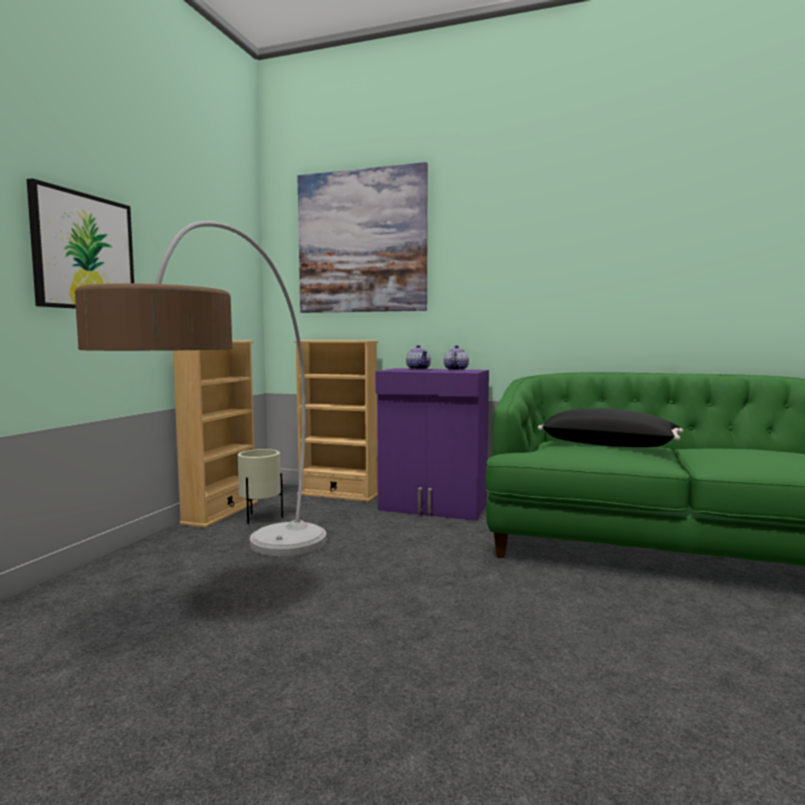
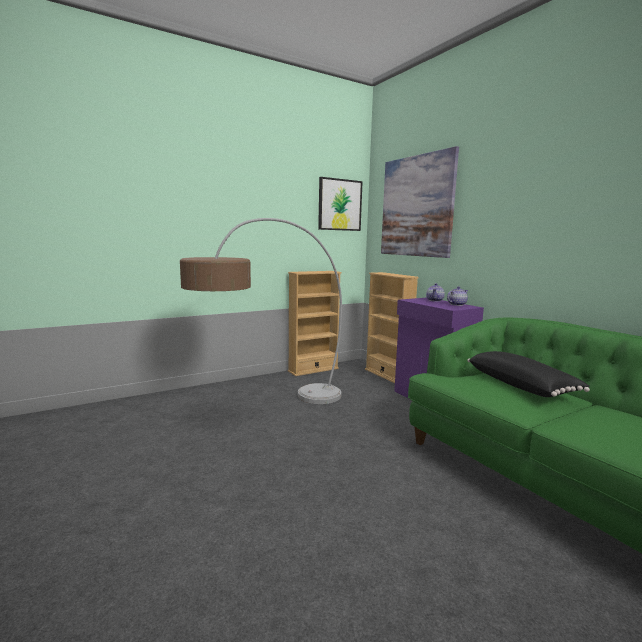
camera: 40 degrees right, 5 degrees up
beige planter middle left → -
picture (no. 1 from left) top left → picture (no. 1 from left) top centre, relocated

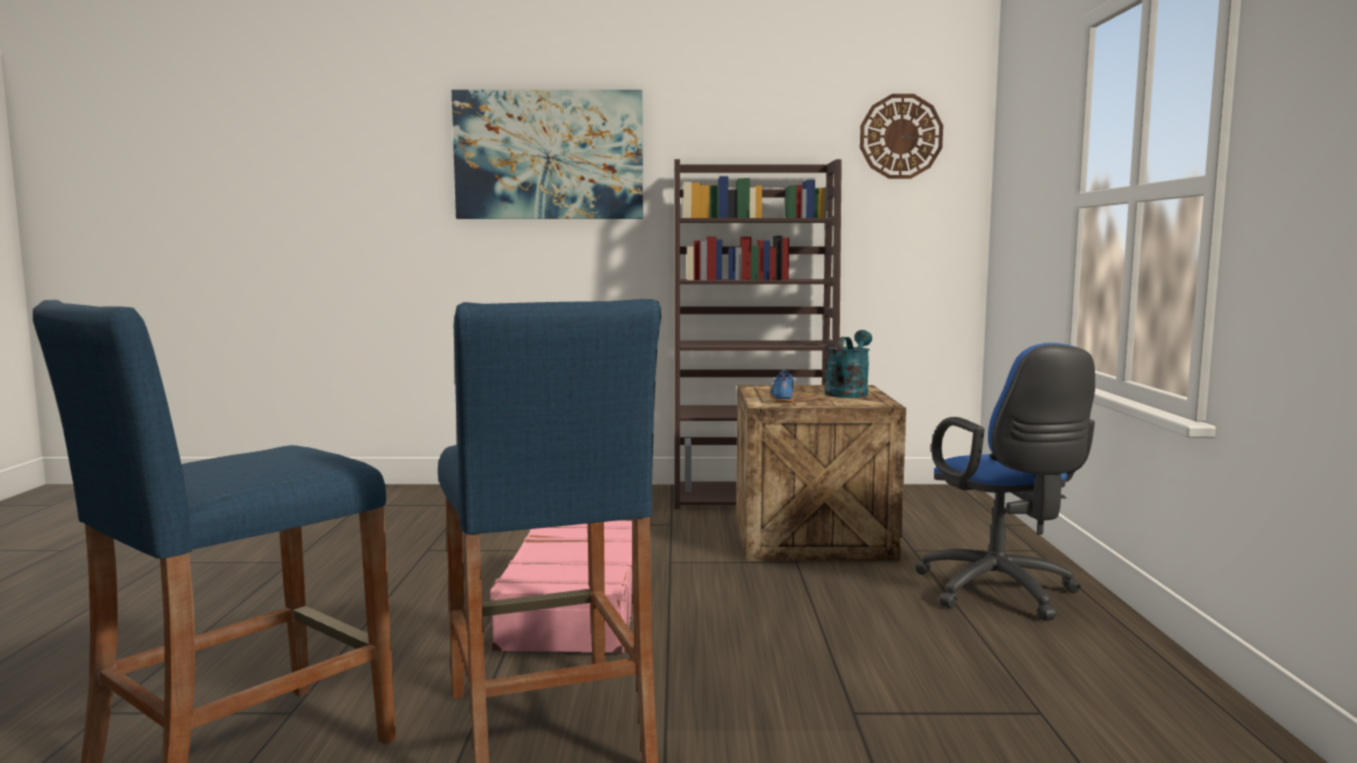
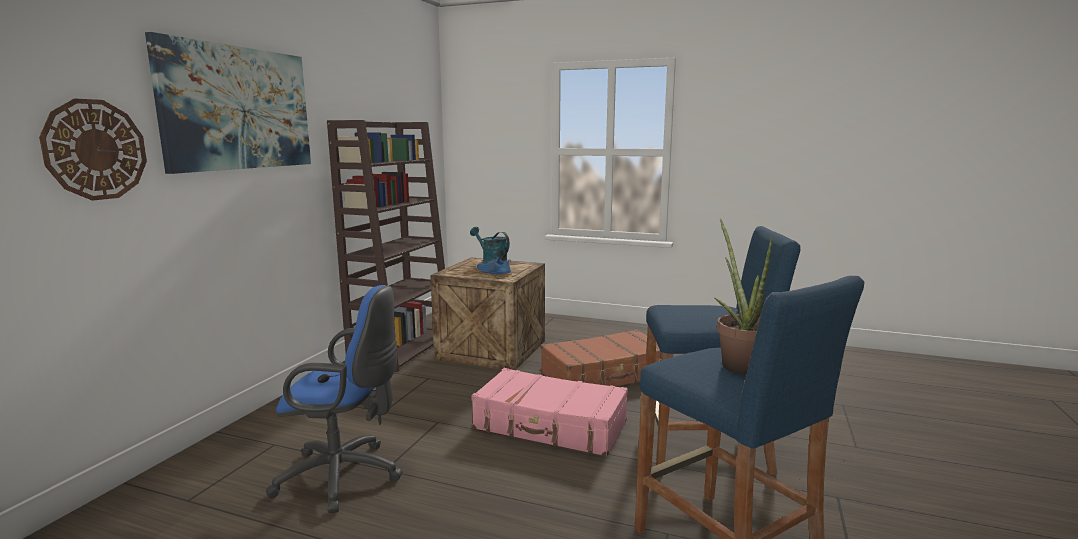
camera: 70 degrees left, 5 degrees up
- → brown suitcase centre
- → potted plant middle right
wall clock top centre → wall clock top left, relocated
blue office chair middle right → blue office chair bottom left, relocated

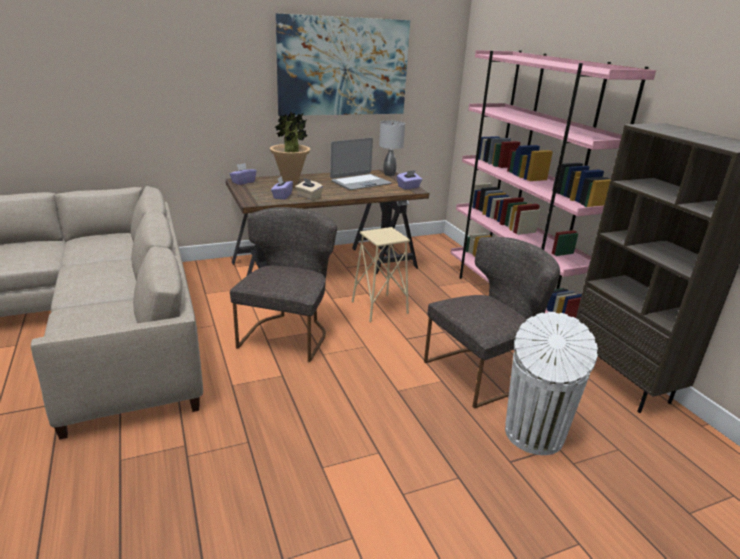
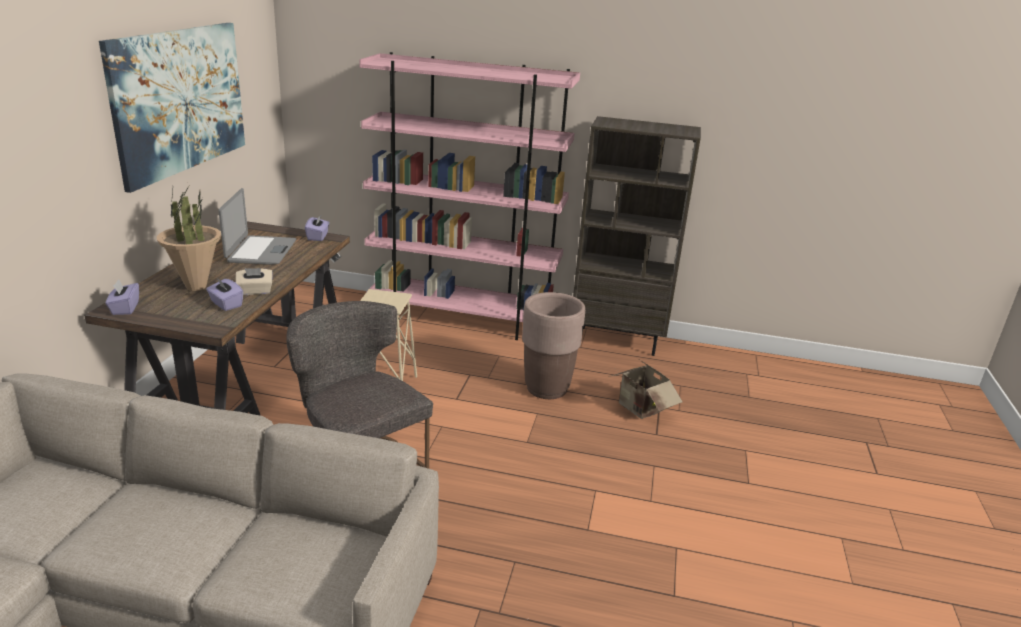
camera: 55 degrees left, 0 degrees up
grey table lamp top centre → -
grey chair (no. 2 from left) centre → brown planter centre
white trash can bottom right → cardboard box centre

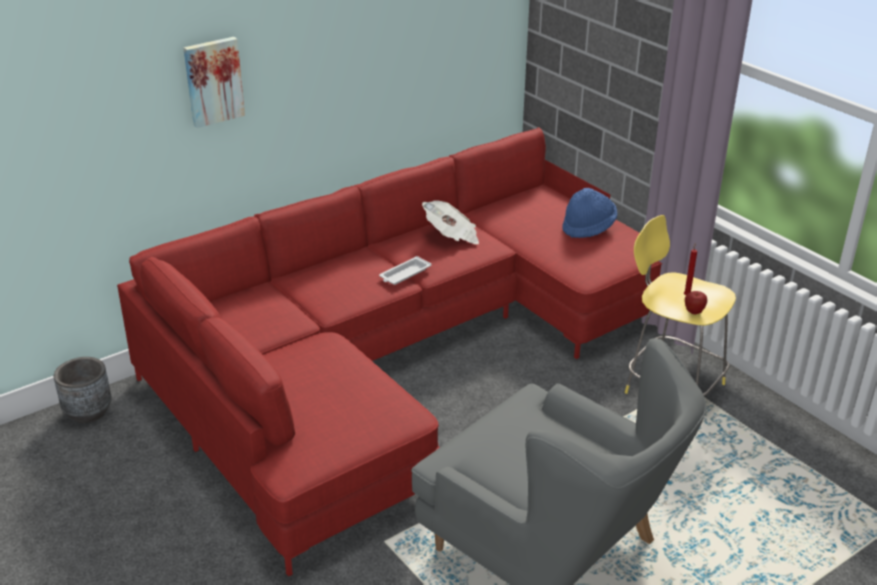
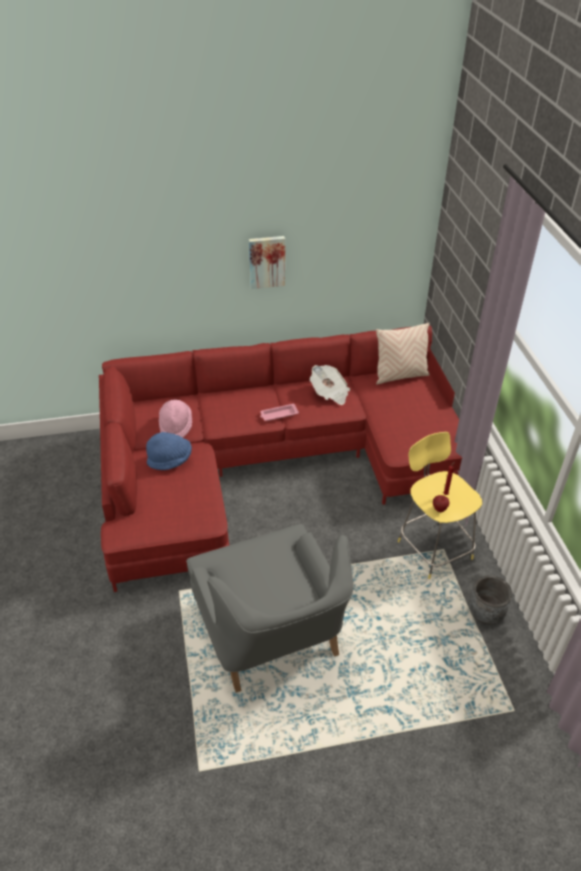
camera: 25 degrees right, 10 degrees up
- → pink hat middle left
- → beige pillow middle right
grey planter bottom left → grey planter bottom right, relocated
picture top left → picture top centre, relocated
blue hat middle right → blue hat middle left, relocated
white tray centre → pink tray centre

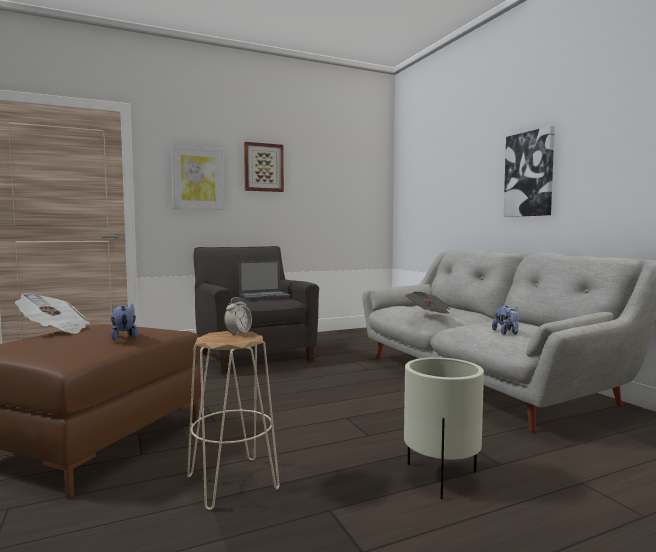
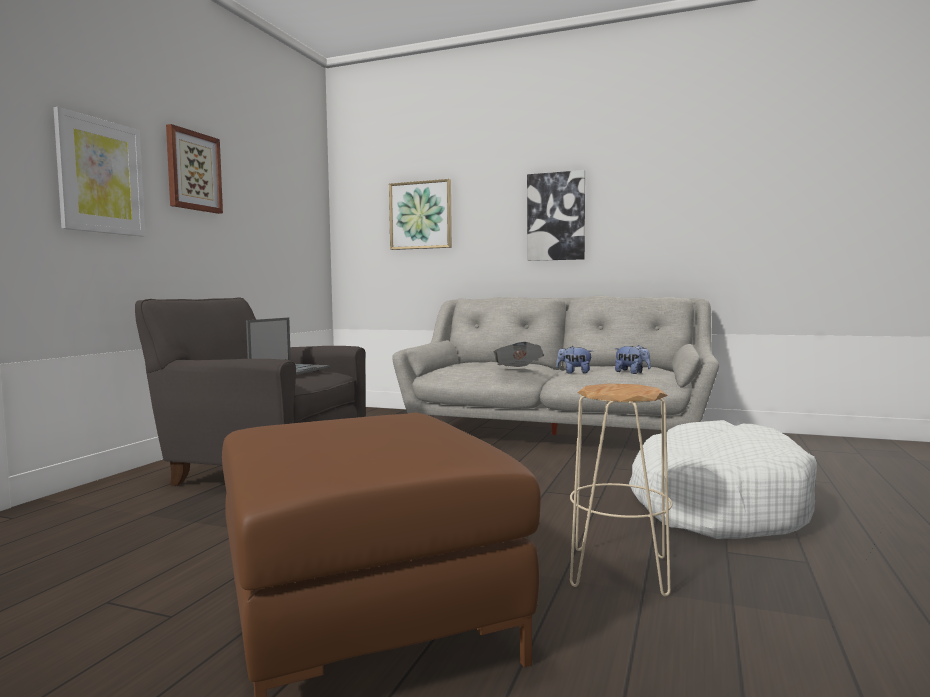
camera: 45 degrees left, 0 degrees up
newspaper (no. 1 from left) middle left → -
alarm clock centre → -
- → picture (no. 3 from left) top centre
plush toy (no. 1 from left) middle left → plush toy (no. 1 from left) centre, relocated
beige planter bottom right → white dog bed bottom right

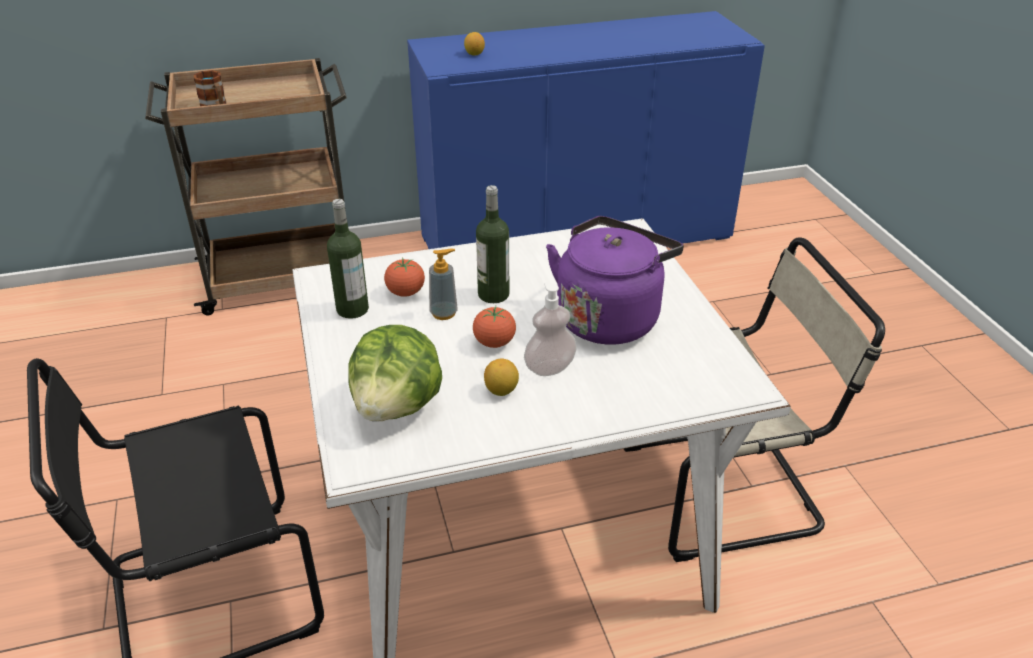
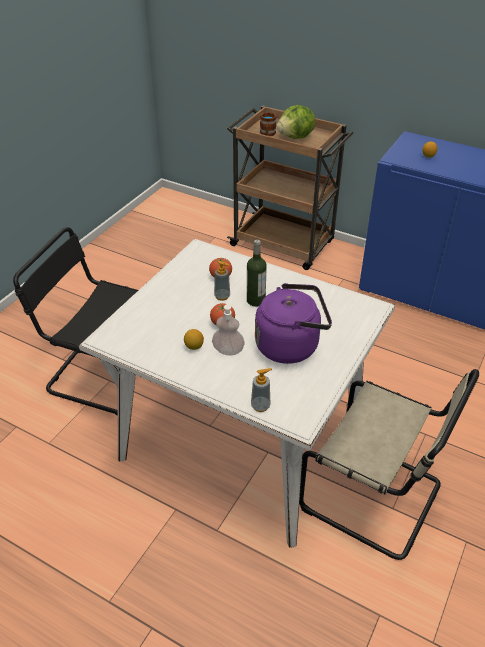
camera: 45 degrees right, 5 degrees up
bottle (no. 1 from left) centre → -
- → soap dispenser (no. 3 from left) centre
lettuce centre → lettuce top centre, relocated

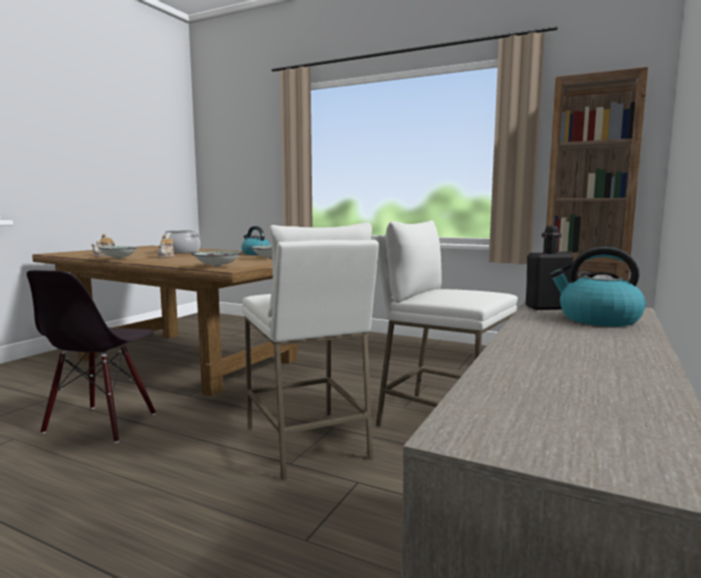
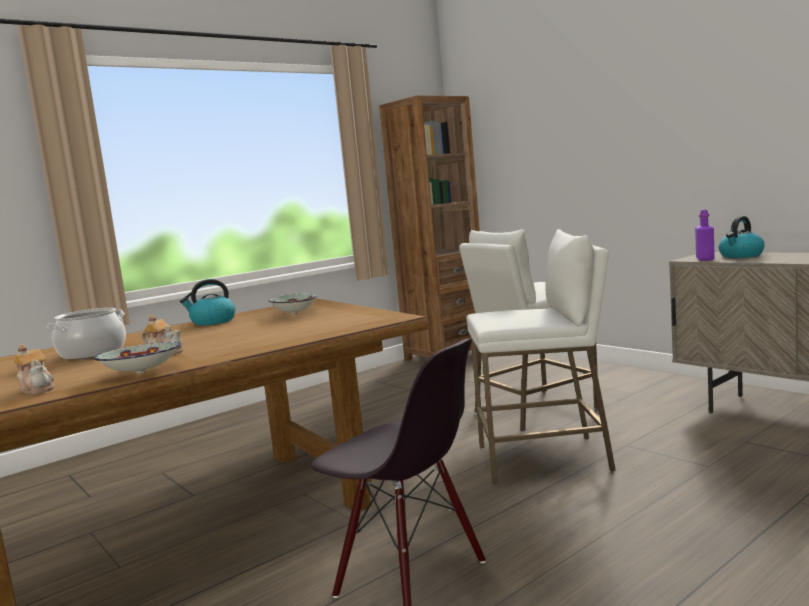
camera: 65 degrees left, 0 degrees up
bowl (no. 2 from left) middle left → -
black bottle middle right → purple bottle middle right

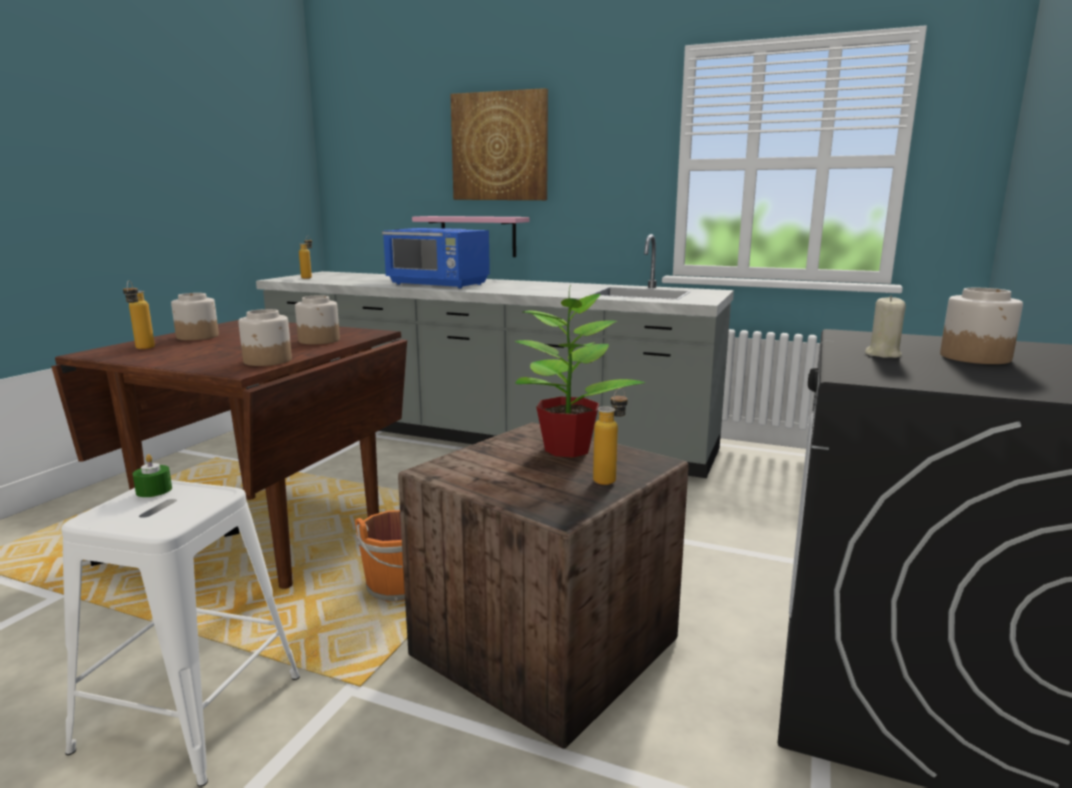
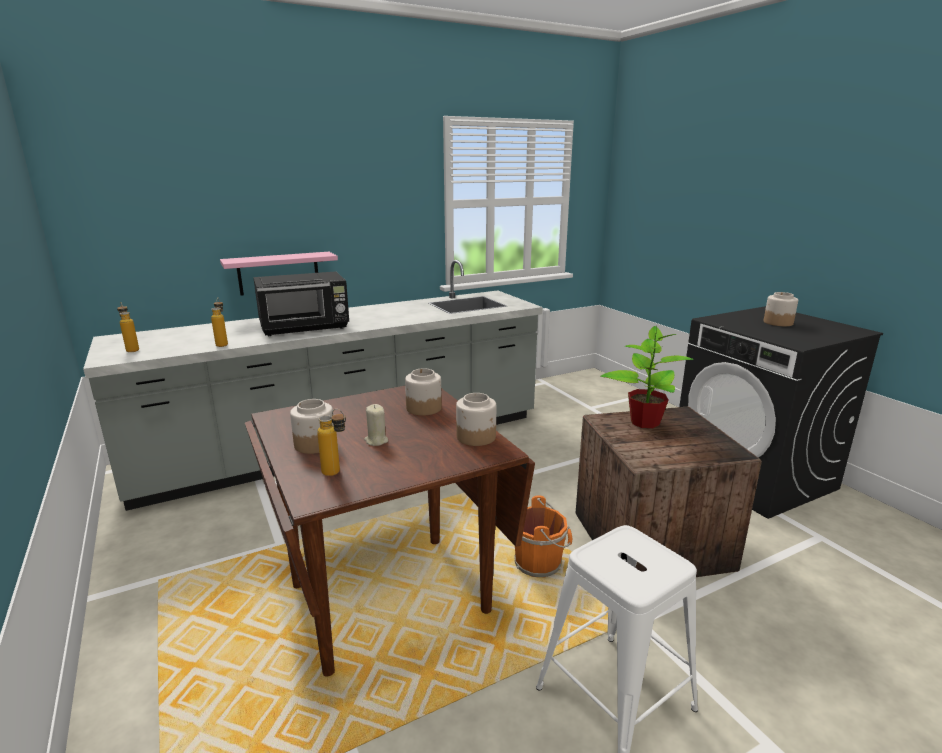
camera: 50 degrees left, 5 degrees up
green candle middle left → -
picture top centre → -
bottle (no. 3 from left in the first image) centre → bottle (no. 2 from left) middle left, relocated
beige candle middle right → beige candle centre, relocated
blue microwave top centre → black microwave middle left

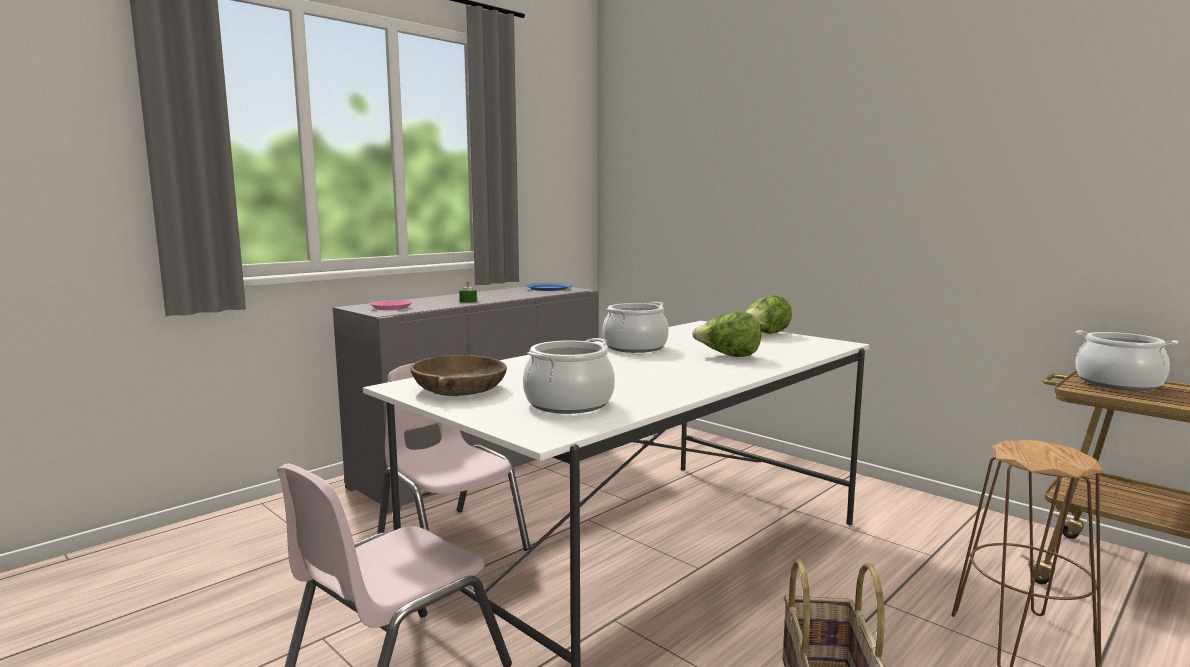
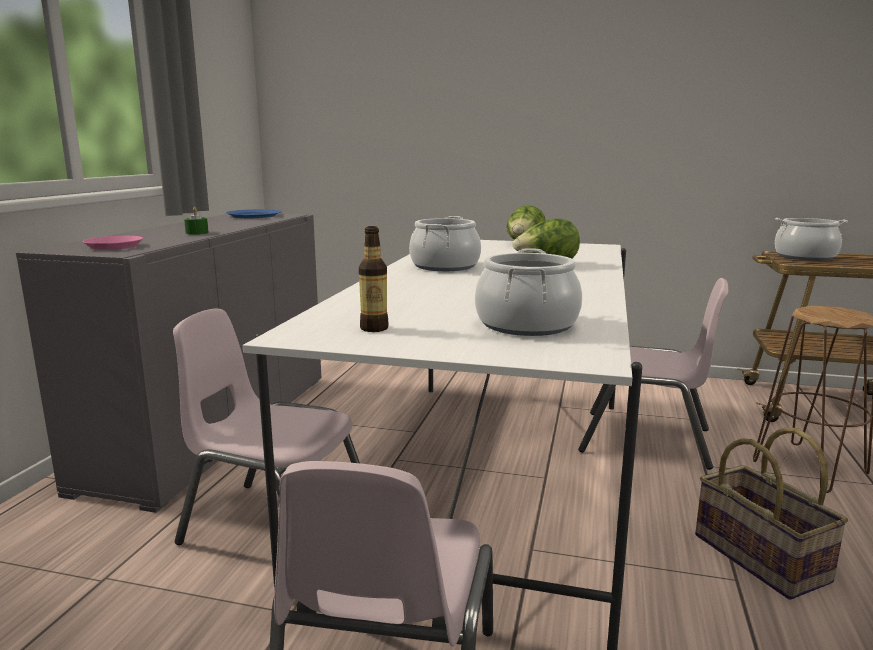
camera: 30 degrees left, 5 degrees up
- → pink chair (no. 3 from left) middle right
brown bowl centre → bottle centre

